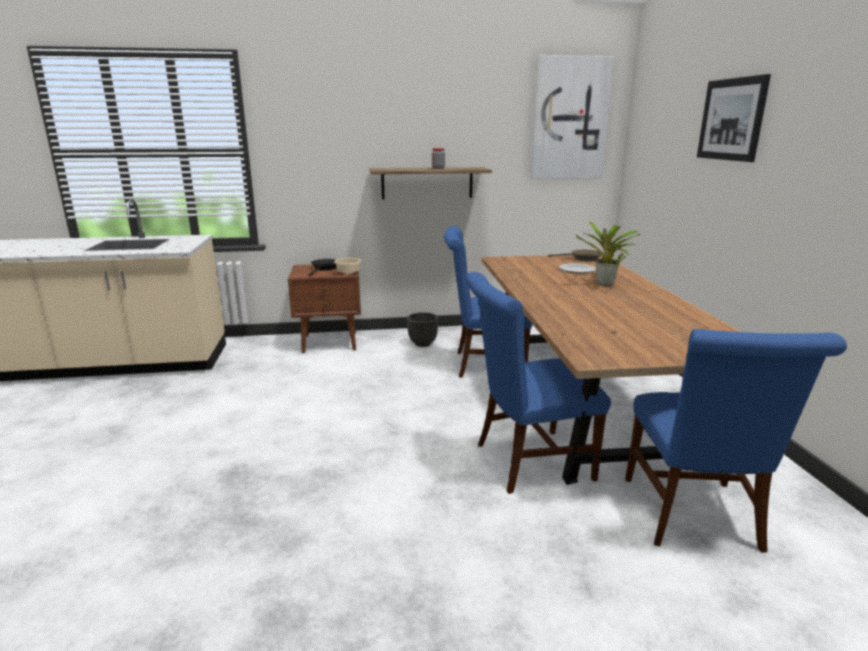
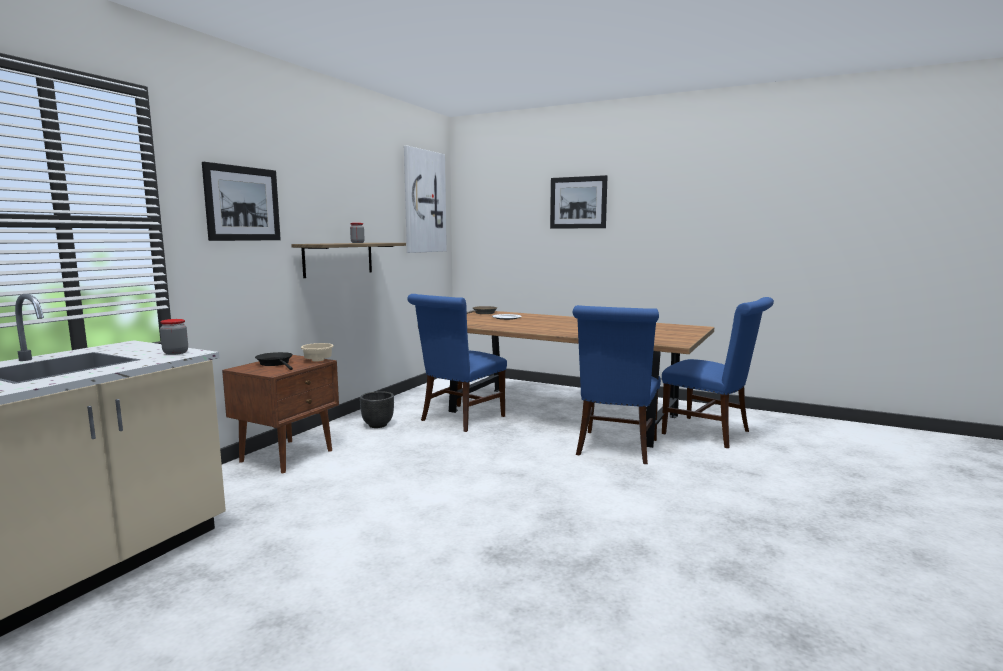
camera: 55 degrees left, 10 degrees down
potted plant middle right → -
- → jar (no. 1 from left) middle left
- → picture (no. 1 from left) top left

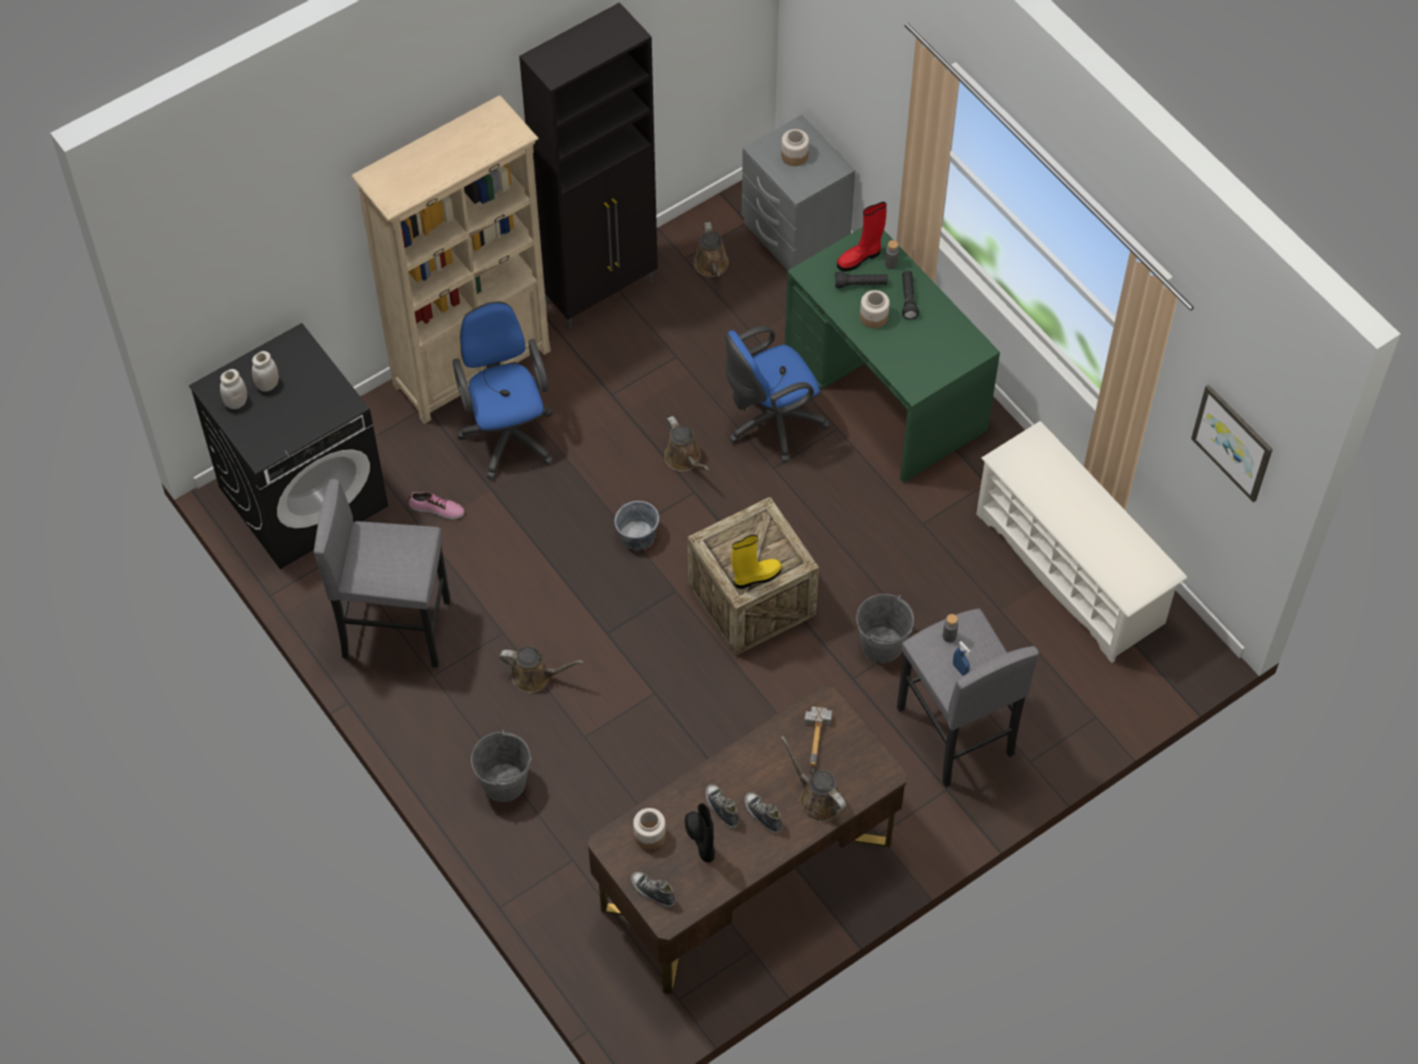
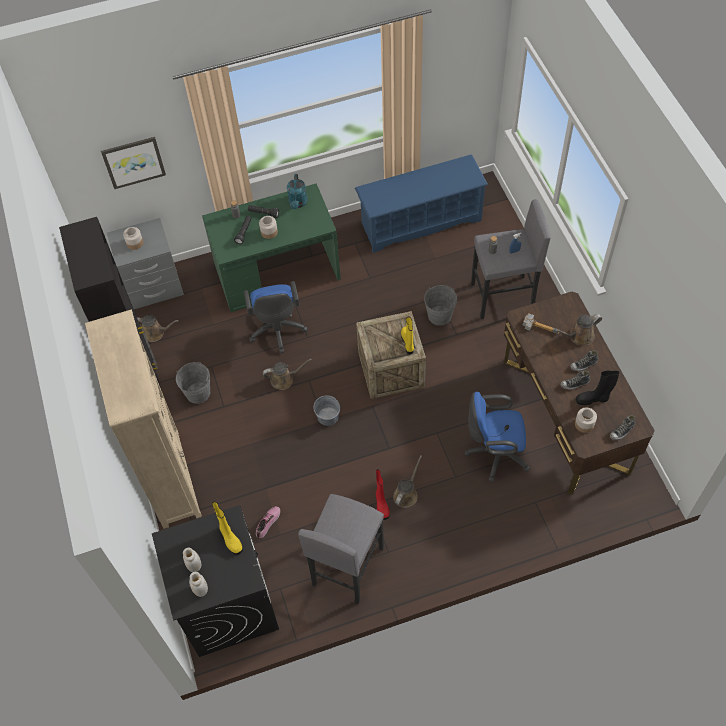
camera: 70 degrees left, 0 degrees up
- → yellow boot (no. 1 from left) bottom left
- → turquoise watering can top centre
blue office chair (no. 1 from left in the first image) centre → blue office chair (no. 2 from left) middle right, relocated
grey bucket (no. 1 from left) bottom centre → grey bucket (no. 1 from left) middle left, relocated
red boot top centre → red boot bottom centre, relocated
picture middle right → picture top left, relocated
white shoe rack middle right → blue shoe rack top centre

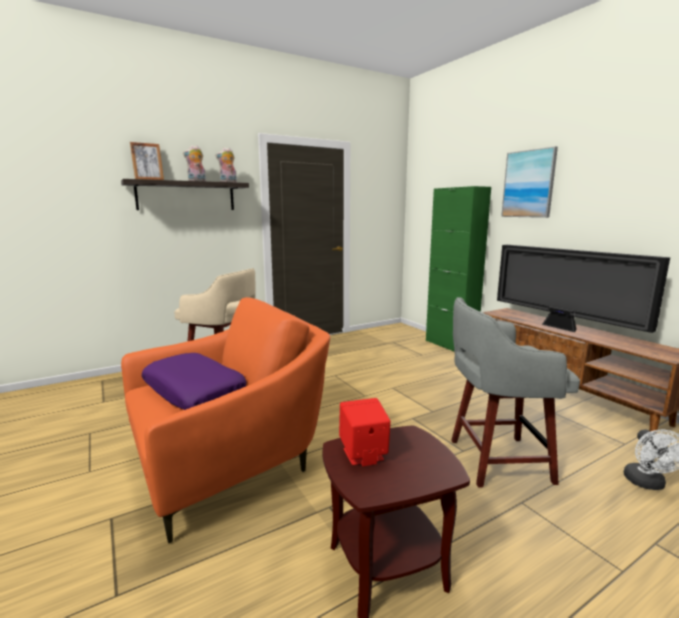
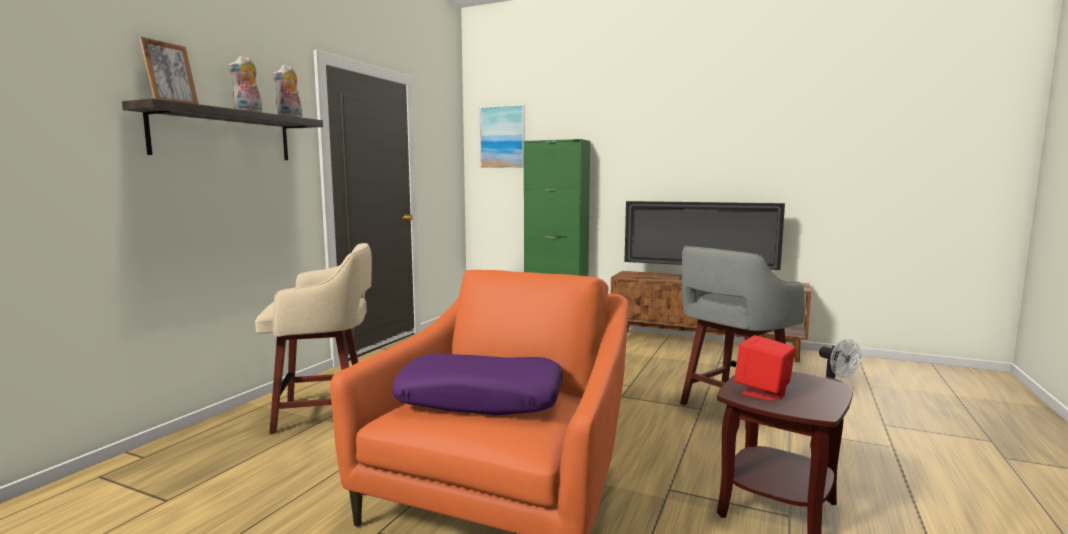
camera: 35 degrees left, 5 degrees down
picture top right → picture top centre, relocated

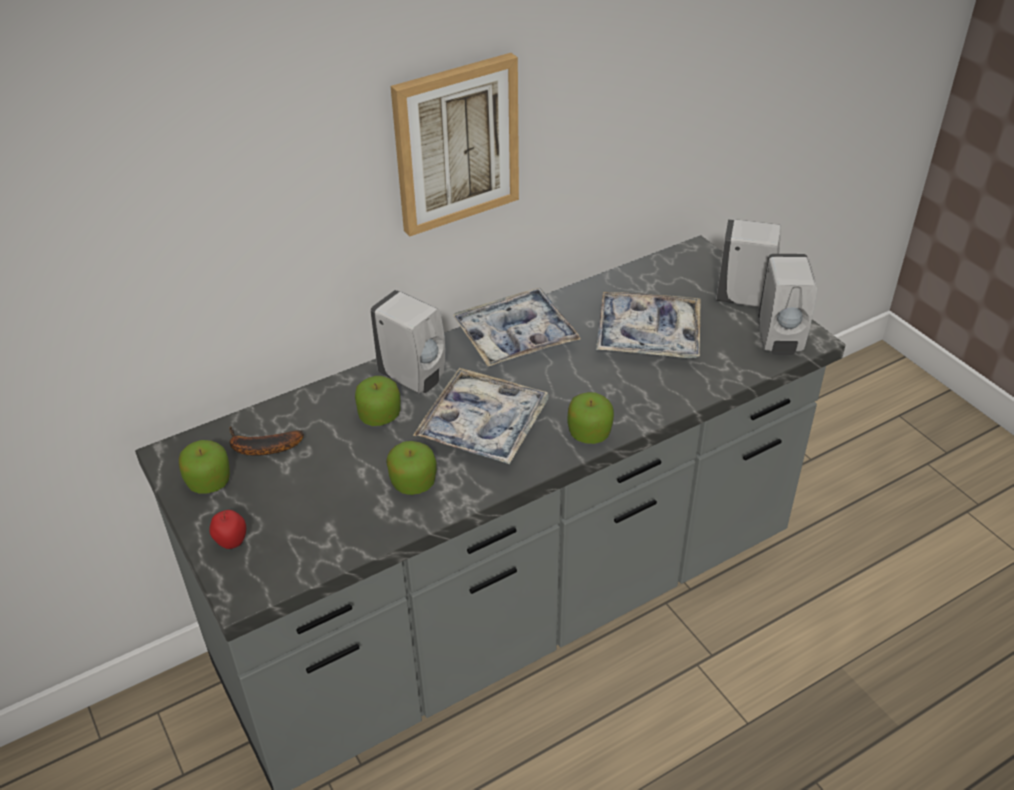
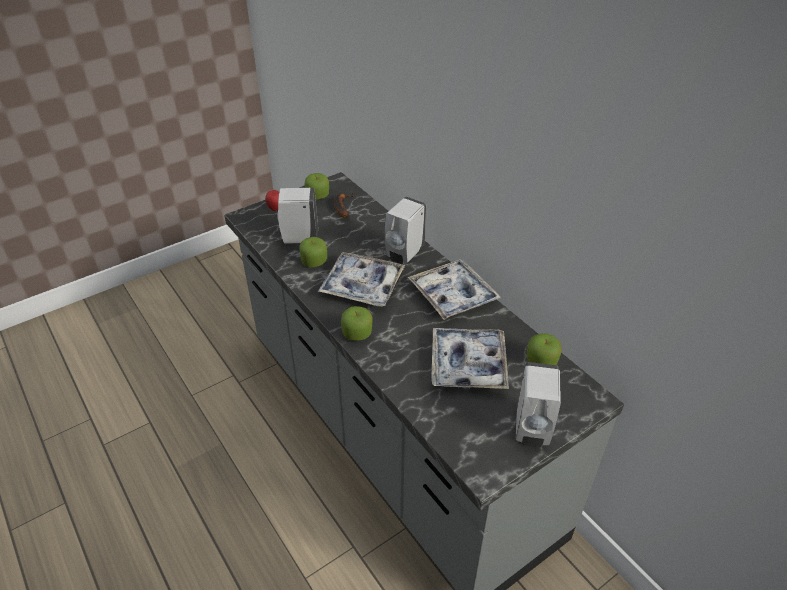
camera: 85 degrees right, 0 degrees up
picture top centre → -
apple (no. 3 from left in the first image) centre → apple (no. 5 from left) middle right, relocated
white soap dispenser (no. 3 from left in the first image) middle right → white soap dispenser (no. 1 from left) centre, relocated

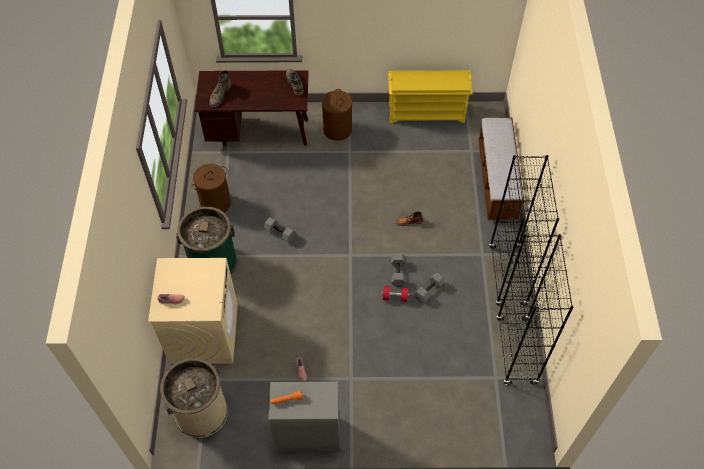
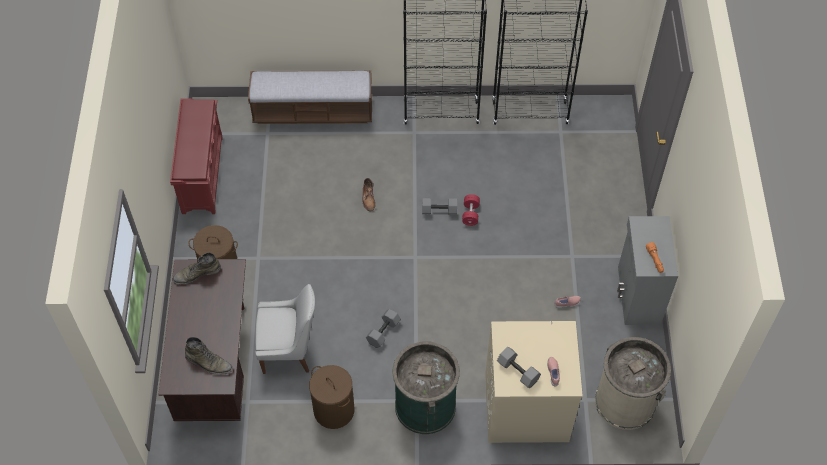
camera: 90 degrees left, 0 degrees up
- → white chair bottom centre
grey dumbbell (no. 3 from left) centre → grey dumbbell (no. 3 from left) bottom centre, relocated
yellow shoe rack top centre → red shoe rack middle left

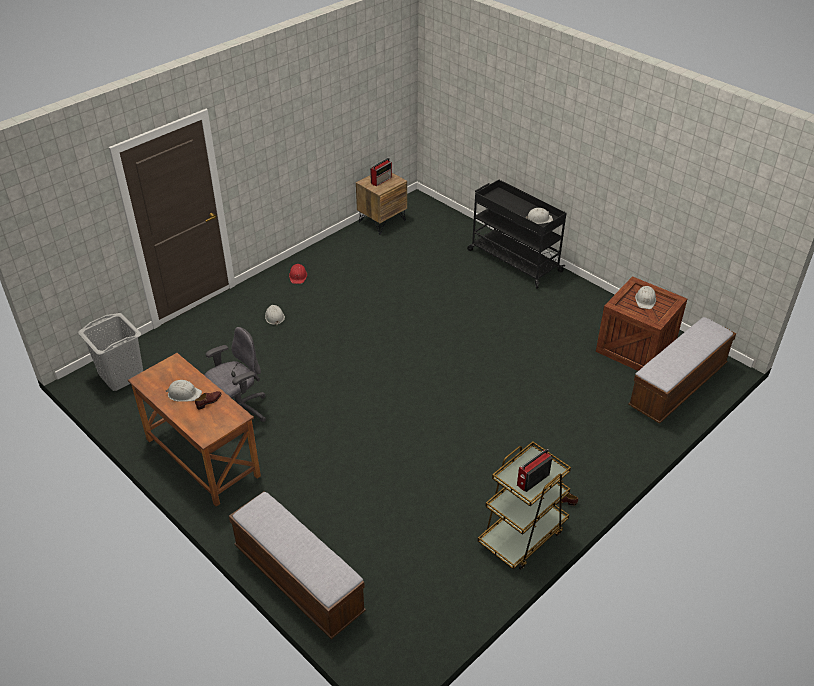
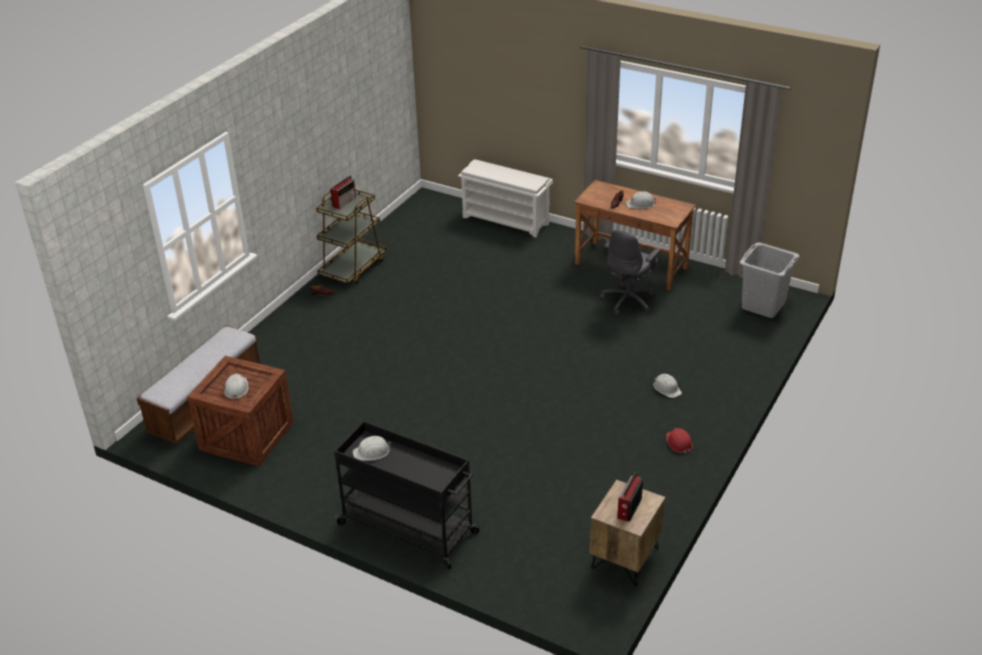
camera: 165 degrees right, 5 degrees down
bench (no. 1 from left) bottom centre → white shoe rack top centre

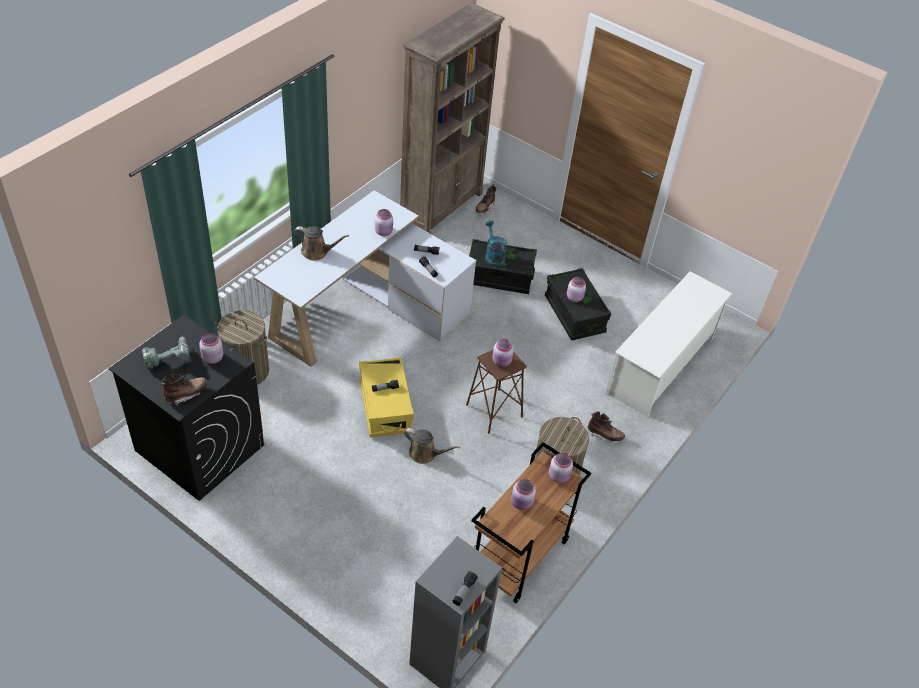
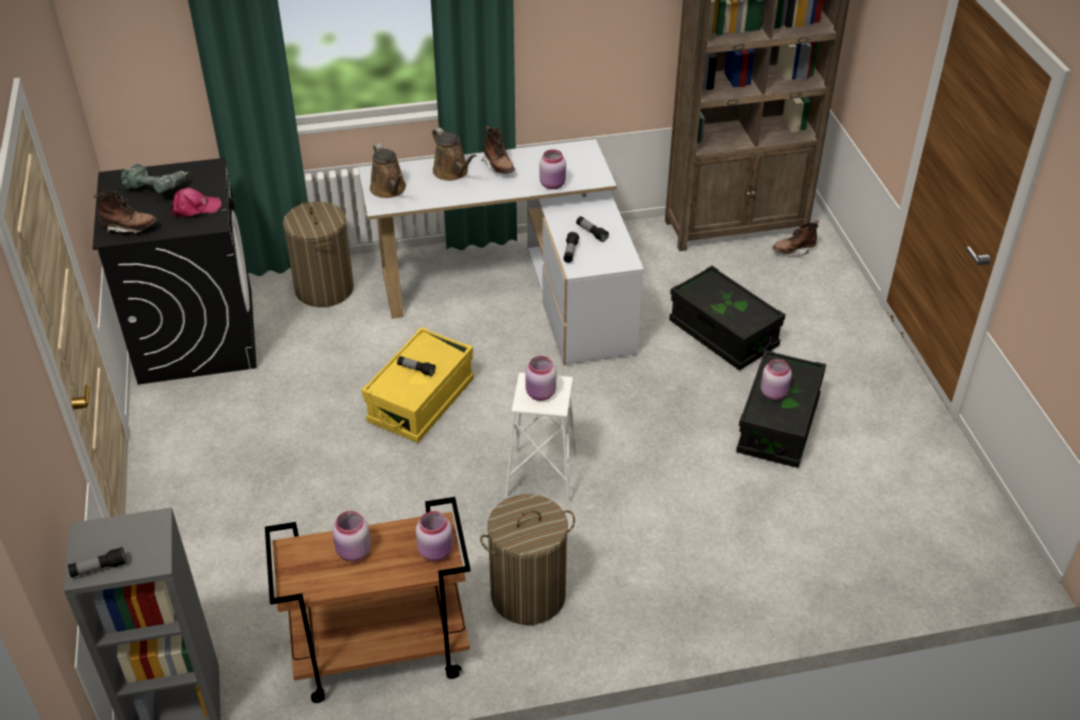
camera: 45 degrees right, 5 degrees down
turquoise watering can centre → -
white shoe rack middle right → -
brown watering can (no. 2 from left in the first image) centre → brown watering can (no. 1 from left) top centre, relocated
brown boot (no. 3 from left in the first image) centre → brown boot (no. 2 from left) top centre, relocated
pink jar (no. 1 from left) middle left → pink cap top left
brown stool centre → white stool centre

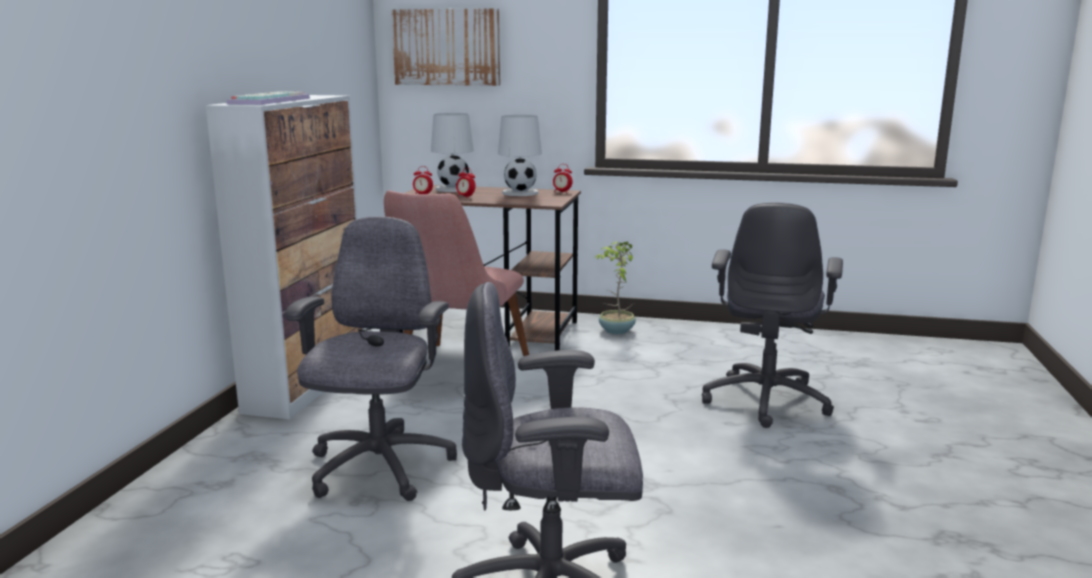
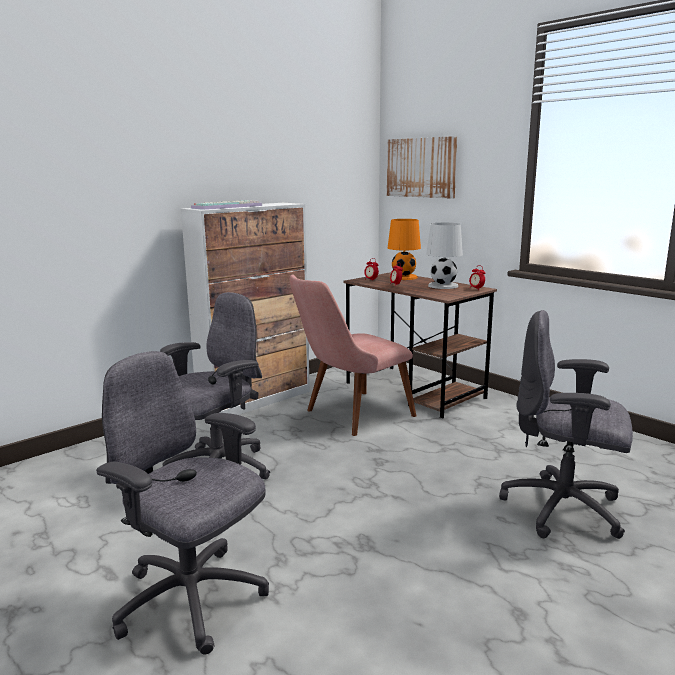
camera: 35 degrees right, 0 degrees up
potted plant centre → -
white table lamp (no. 1 from left) top centre → orange table lamp centre
grey office chair (no. 3 from left) middle right, 60 degrees clockwise

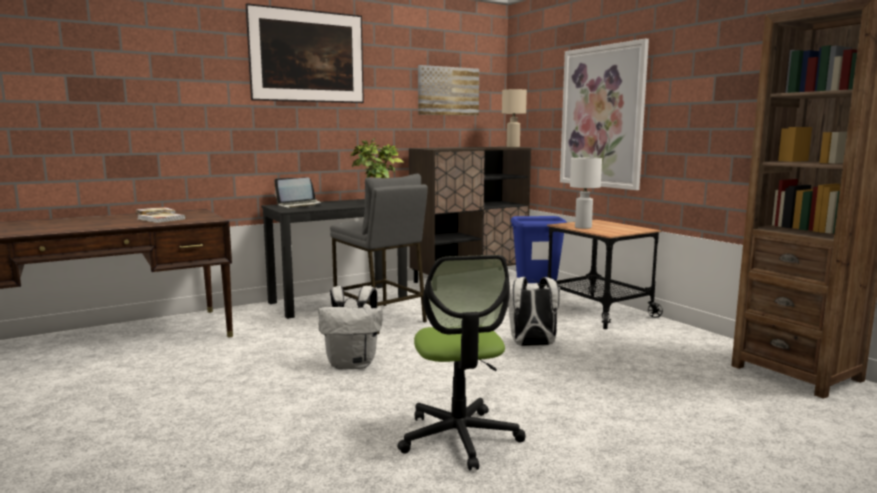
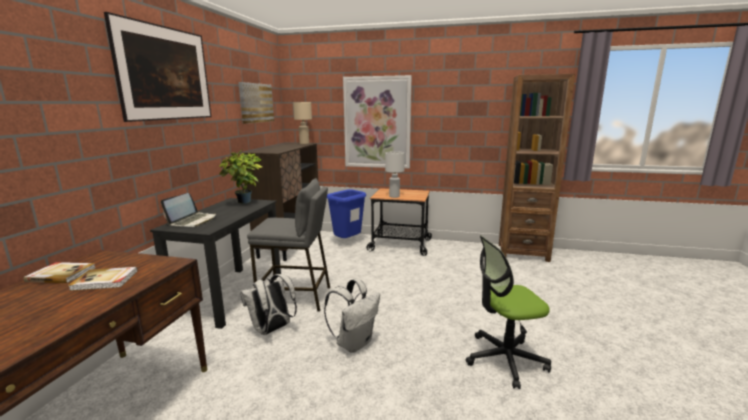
camera: 45 degrees left, 5 degrees up
white backpack (no. 2 from left in the first image) centre → white backpack (no. 1 from left) bottom centre, relocated
office chair bottom centre → office chair bottom right, 135 degrees clockwise

